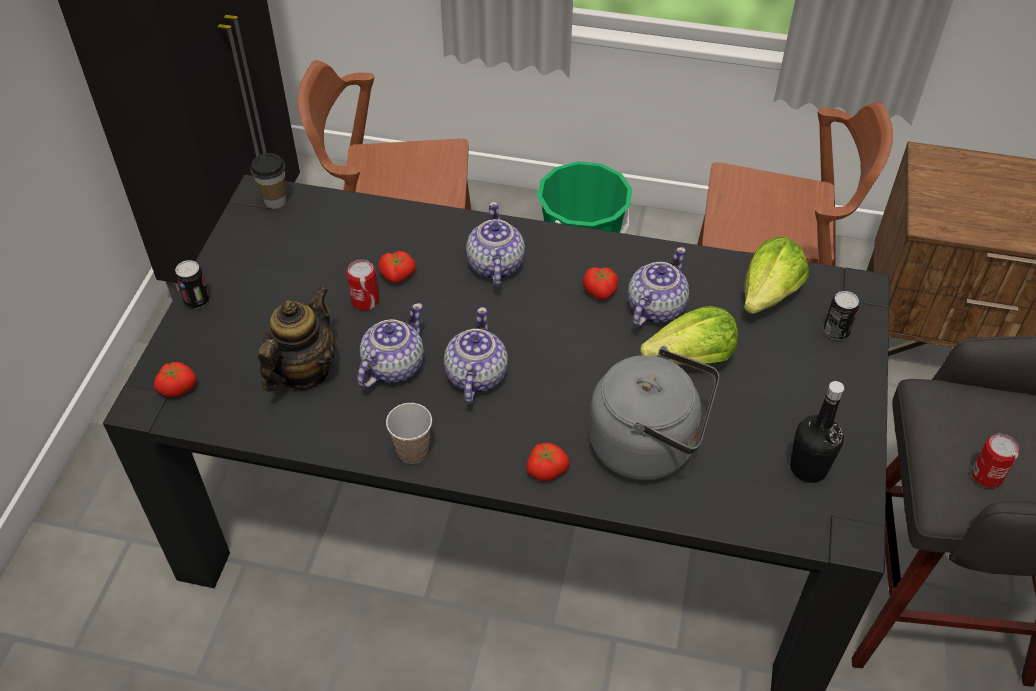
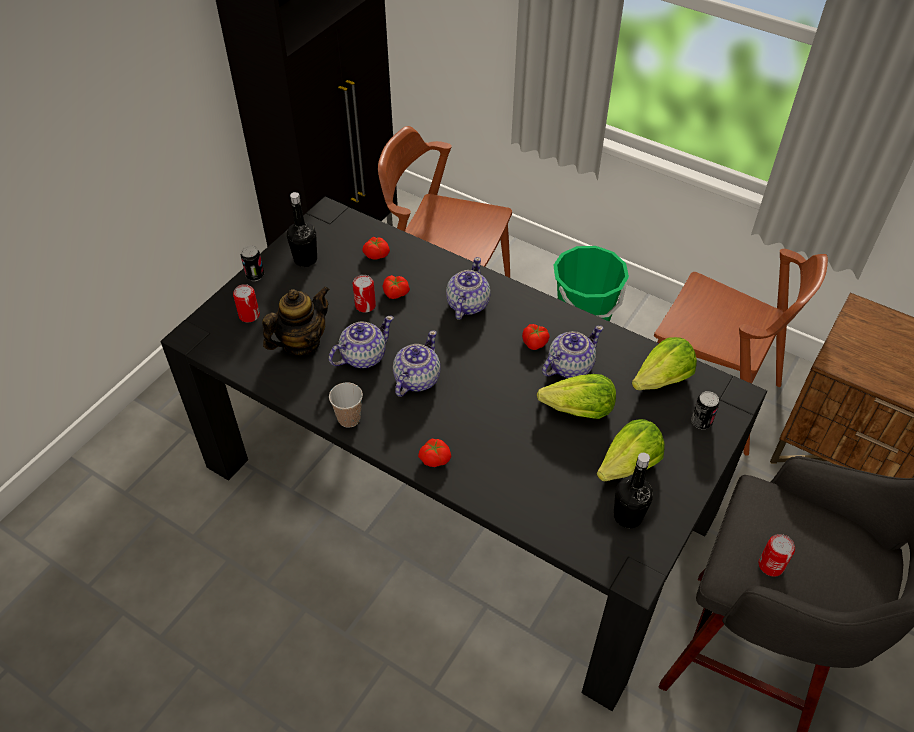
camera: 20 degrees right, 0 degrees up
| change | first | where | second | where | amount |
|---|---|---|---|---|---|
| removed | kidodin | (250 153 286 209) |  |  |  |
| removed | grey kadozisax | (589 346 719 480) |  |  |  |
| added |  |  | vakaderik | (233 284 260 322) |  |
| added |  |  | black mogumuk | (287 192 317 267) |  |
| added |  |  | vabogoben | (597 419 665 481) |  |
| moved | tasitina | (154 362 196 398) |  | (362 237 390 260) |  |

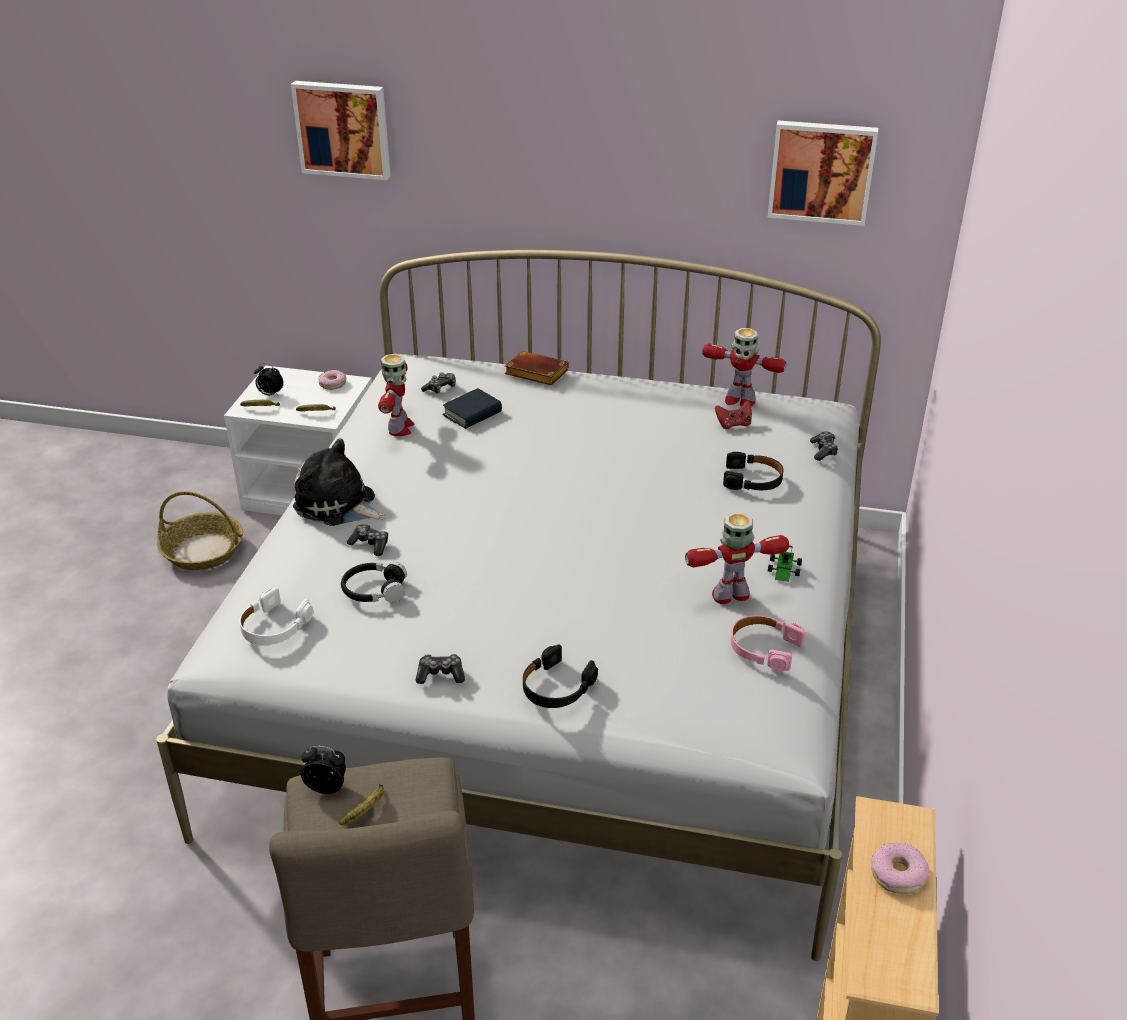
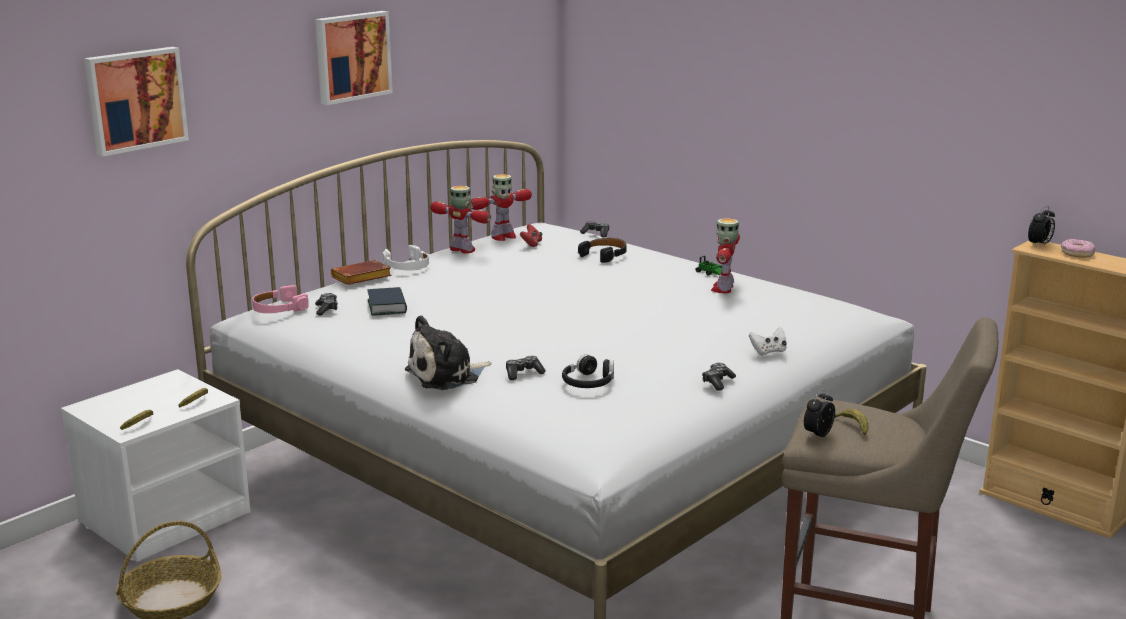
camera: 60 degrees left, 15 degrees down
| change | first | where | second | where | amount |
|---|---|---|---|---|---|
| removed | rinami | (318 370 346 390) |  |  |  |
| moved | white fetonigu | (239 587 313 645) |  | (382 245 429 271) |  |
| moved | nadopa | (254 363 284 397) |  | (1028 206 1055 247) |  |
| moved | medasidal | (378 354 414 436) |  | (430 186 491 254) |  |
| moved | pink fetonigu | (731 615 805 671) |  | (252 285 309 313) |  |
| moved | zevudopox | (767 120 878 226) |  | (315 11 393 105) |  |
| replaced | black fetonigu | (523 644 598 708) | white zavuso | (749 327 787 355) |  |

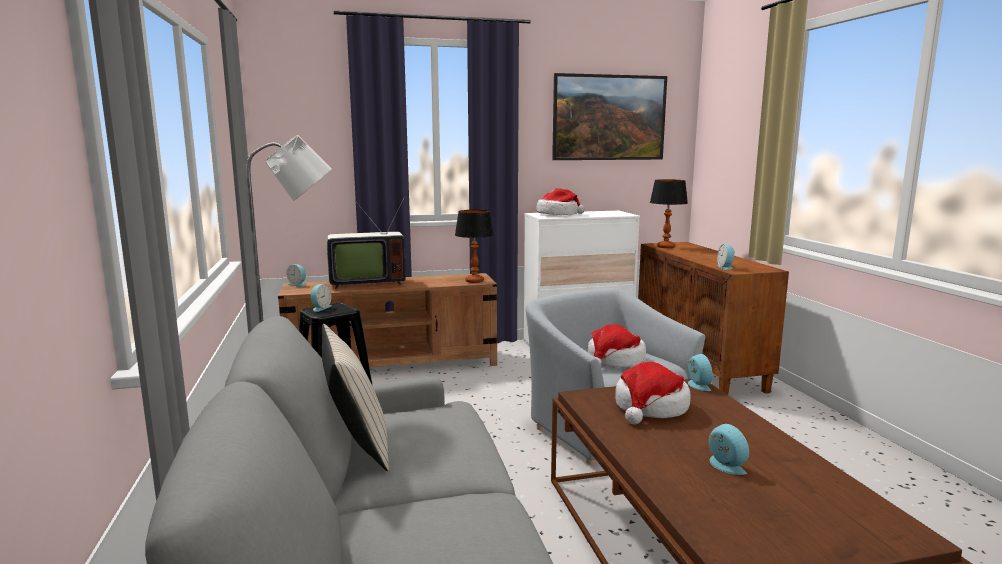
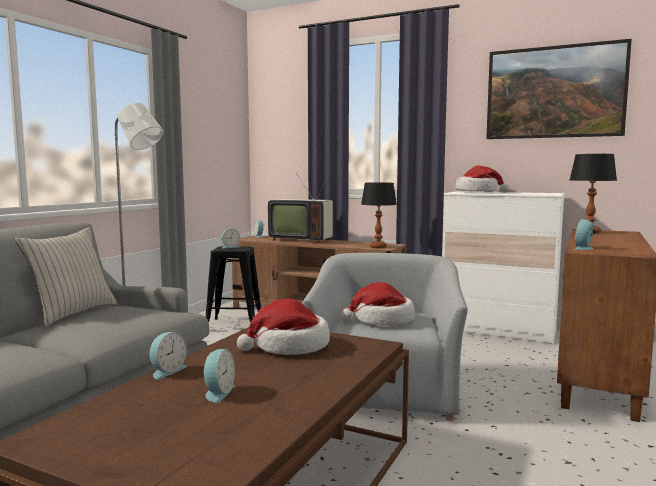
camera: 40 degrees right, 5 degrees down
| change | first | where | second | where | amount |
|---|---|---|---|---|---|
| moved | nadopa | (687 354 713 391) |  | (150 332 187 379) |  |

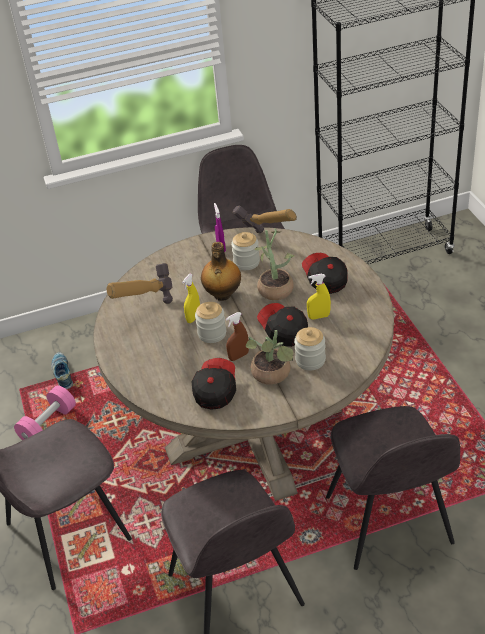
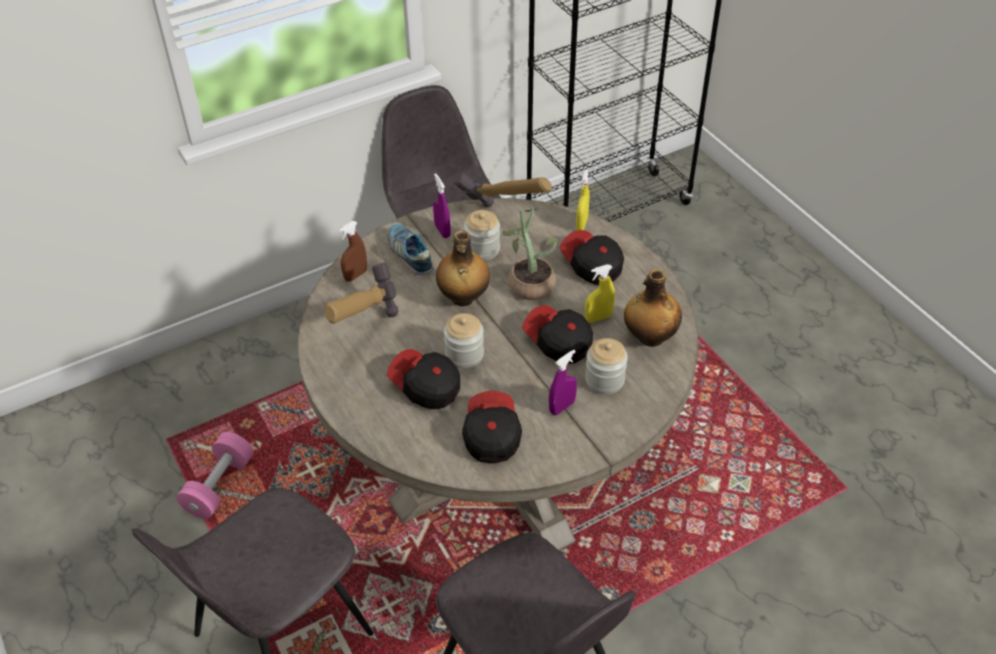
camera: 15 degrees left, 5 degrees up
| change | first | where | second | where | amount |
|---|---|---|---|---|---|
| removed | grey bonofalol | (326 406 460 570) |  |  |  |
| added |  |  | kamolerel | (387 349 460 409) |  |
| added |  |  | mogumuk | (624 269 682 347) |  |
| moved | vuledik | (51 352 73 389) |  | (387 223 433 275) |  |
| moved | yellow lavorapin | (182 274 200 323) |  | (576 170 589 230) |  |
| moved | brown lavorapin | (226 312 249 361) |  | (339 221 367 282) |  |
| replaced | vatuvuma | (246 330 294 385) | purple lavorapin | (549 350 577 415) |  |

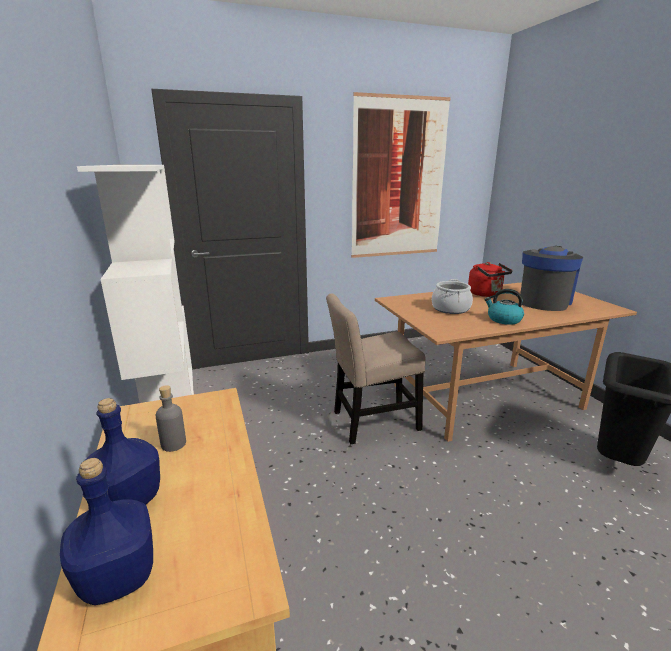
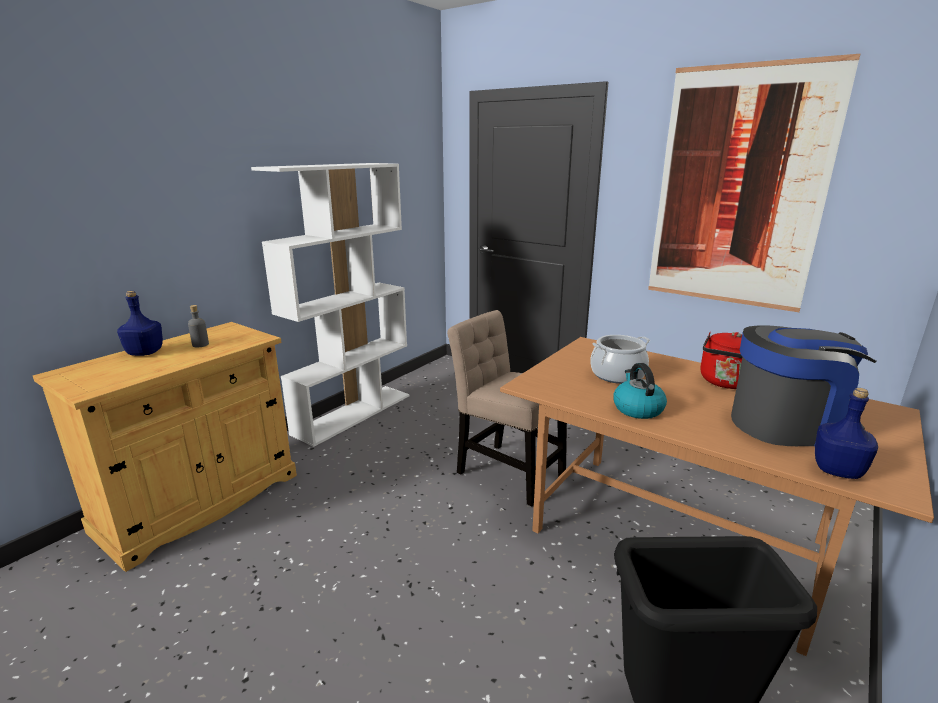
camera: 55 degrees right, 0 degrees up
| change | first | where | second | where | amount |
|---|---|---|---|---|---|
| moved | blue mogumuk | (60 458 153 605) |  | (815 388 878 479) |  |

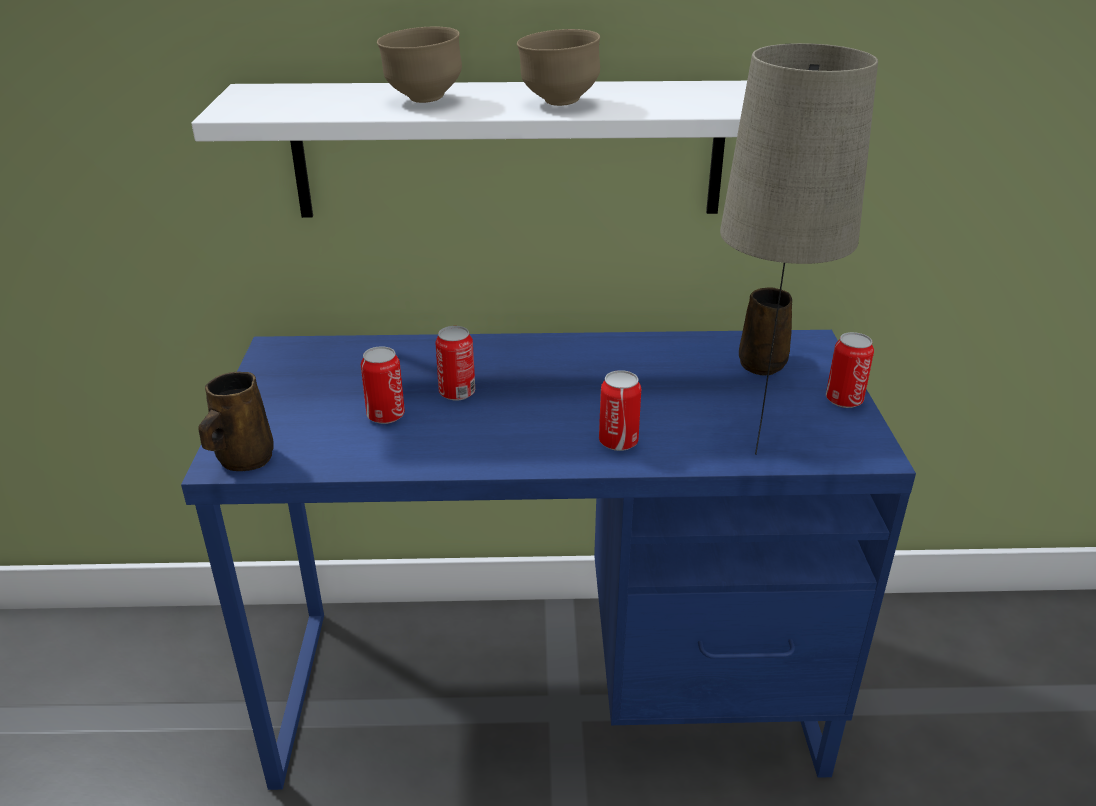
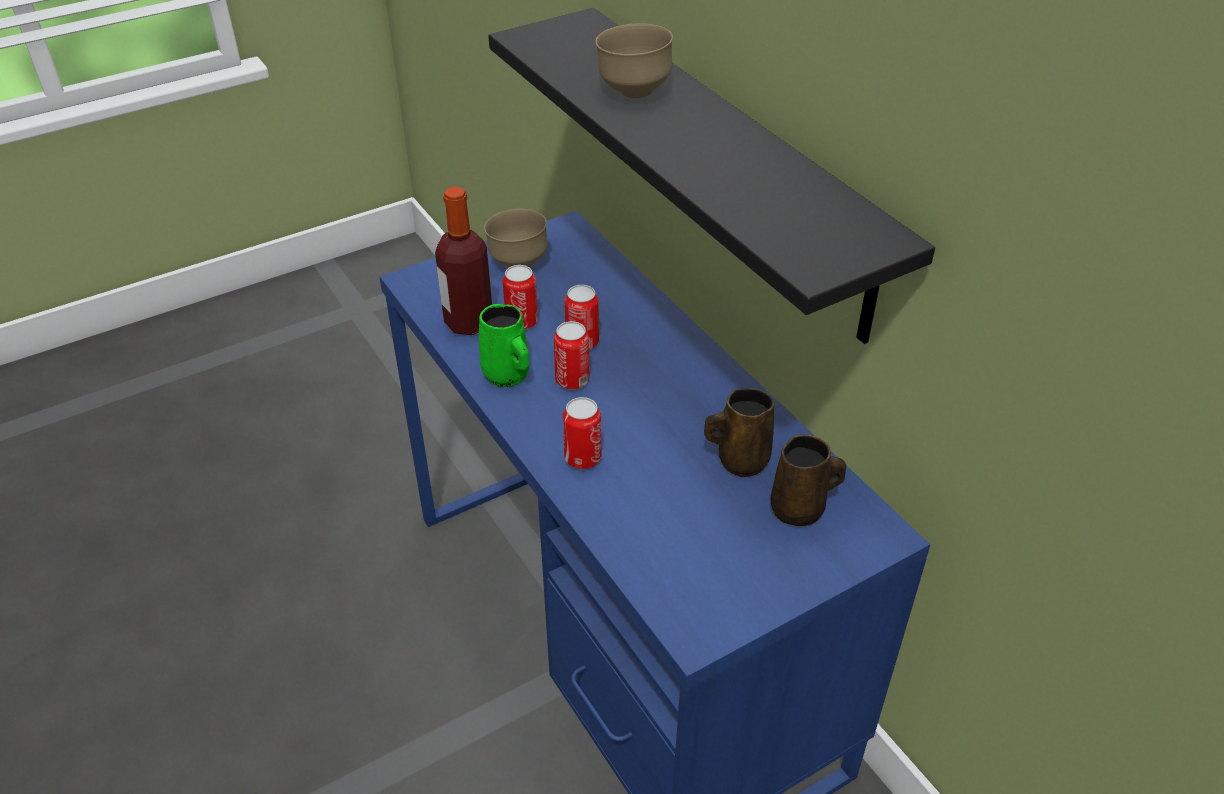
camera: 60 degrees right, 10 degrees up
| change | first | where | second | where | amount |
|---|---|---|---|---|---|
| removed | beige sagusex | (720 43 878 455) |  |  |  |
| added |  |  | mogumuk | (435 186 492 335) |  |
| added |  |  | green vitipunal | (479 304 530 387) |  |
| moved | brown vitipunal | (199 372 274 471) |  | (704 388 775 477) |  |
| moved | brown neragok | (517 29 600 106) |  | (484 209 548 267) |  |
| moved | vakaderik | (826 332 874 408) |  | (554 321 590 389) |  |
| recoloured | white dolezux | (192 81 747 218) | black dolezux | (488 8 935 344) |  |

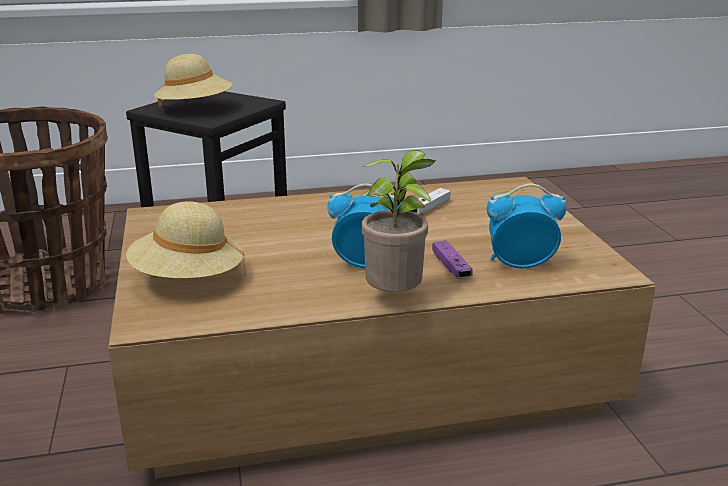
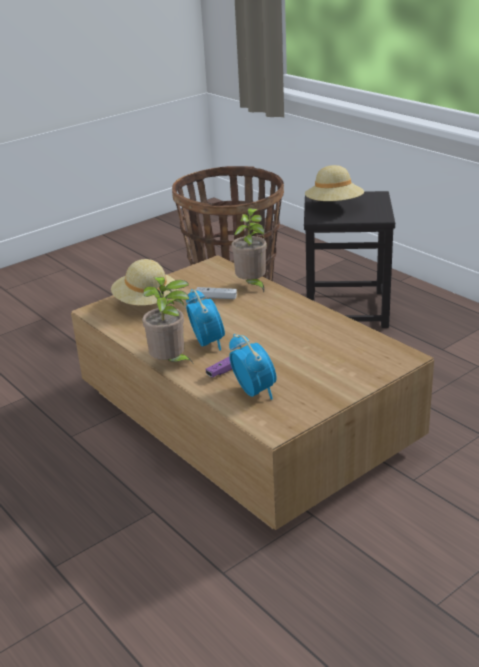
camera: 65 degrees right, 5 degrees up
| change | first | where | second | where | amount |
|---|---|---|---|---|---|
| added |  |  | vatuvuma | (231 208 267 292) |  |
| moved | white zavuso | (409 188 451 214) |  | (196 287 237 299) |  |

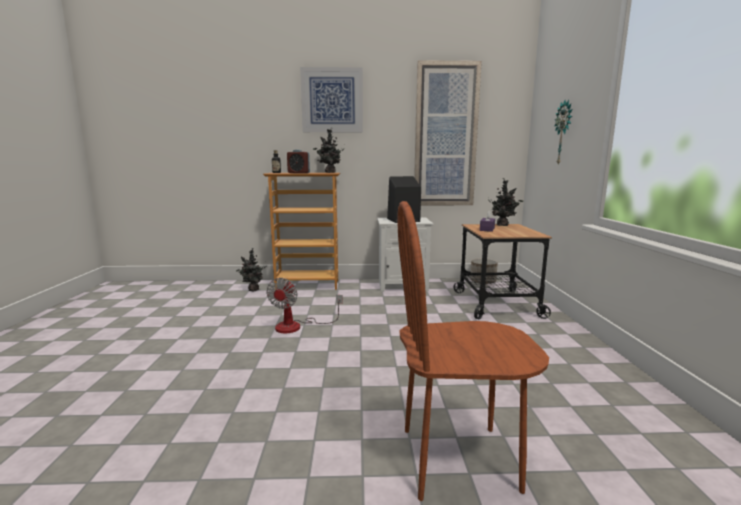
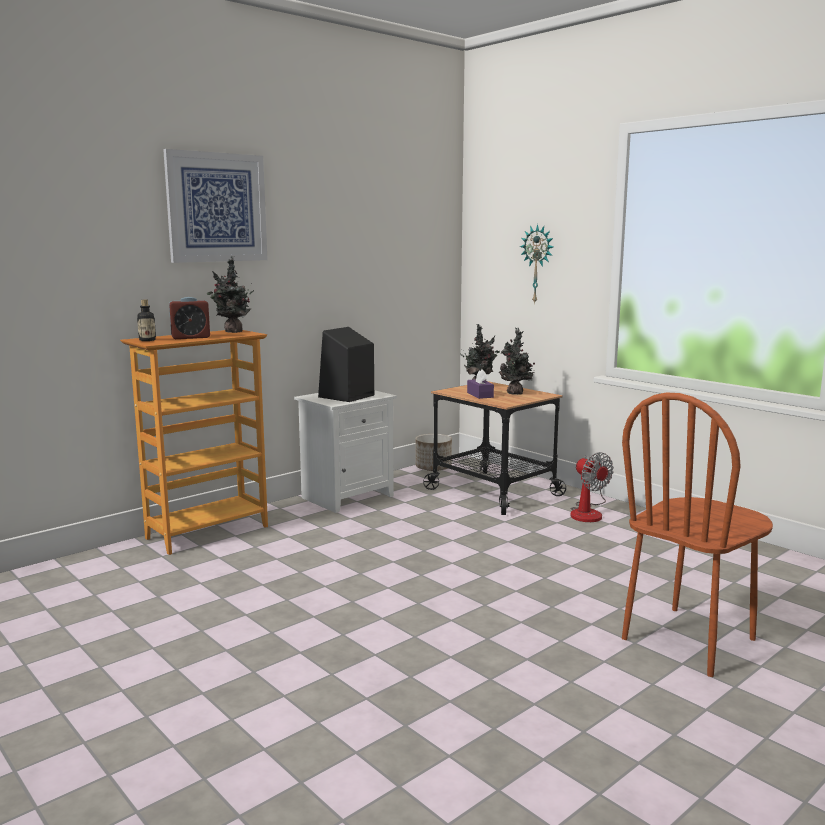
camera: 40 degrees left, 0 degrees up
| change | first | where | second | where | amount |
|---|---|---|---|---|---|
| removed | zevudopox | (414 60 482 205) |  |  |  |
| moved | vatuvuma | (236 248 265 291) |  | (499 328 535 395) |  |
| moved | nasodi | (266 278 343 333) |  | (570 452 614 522) |  |

